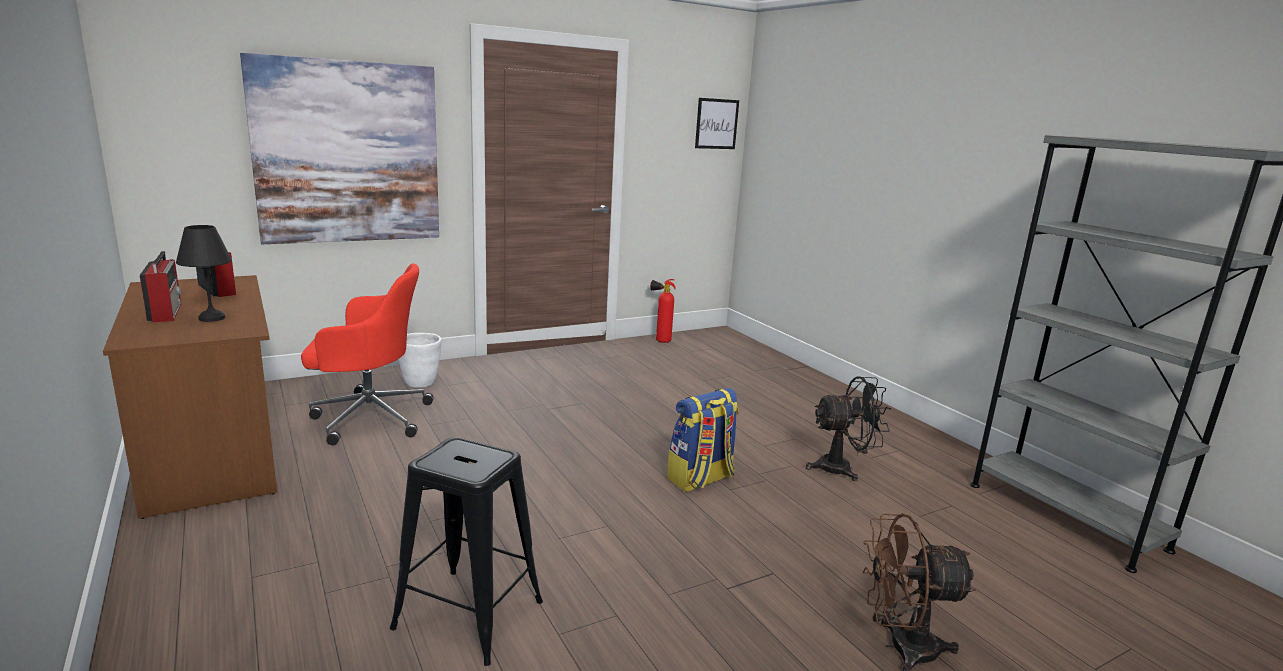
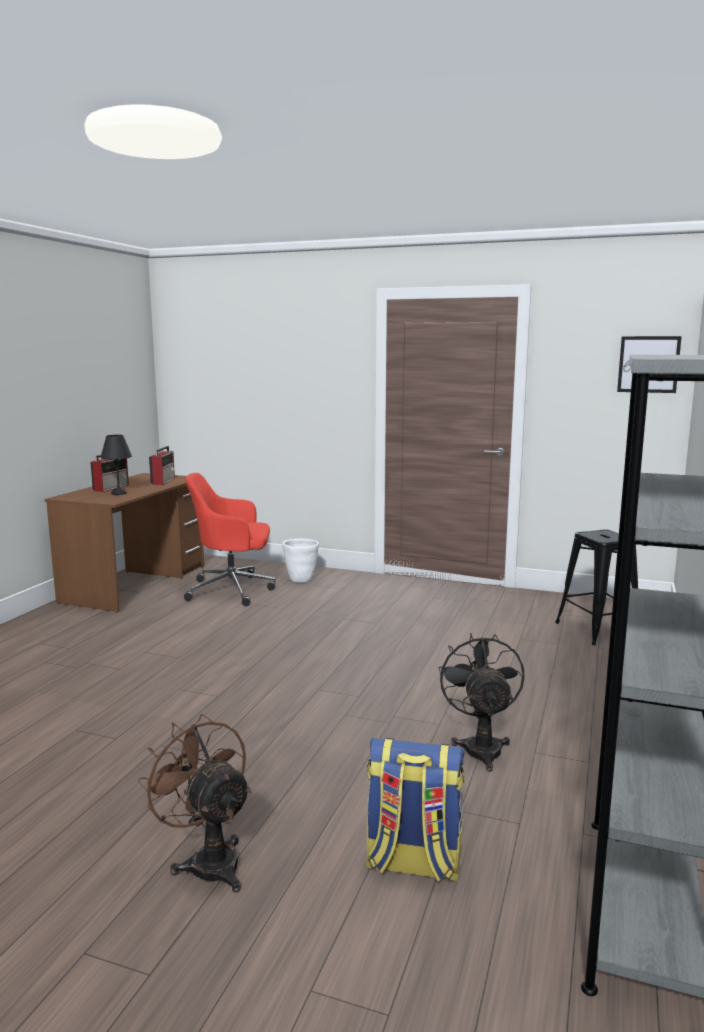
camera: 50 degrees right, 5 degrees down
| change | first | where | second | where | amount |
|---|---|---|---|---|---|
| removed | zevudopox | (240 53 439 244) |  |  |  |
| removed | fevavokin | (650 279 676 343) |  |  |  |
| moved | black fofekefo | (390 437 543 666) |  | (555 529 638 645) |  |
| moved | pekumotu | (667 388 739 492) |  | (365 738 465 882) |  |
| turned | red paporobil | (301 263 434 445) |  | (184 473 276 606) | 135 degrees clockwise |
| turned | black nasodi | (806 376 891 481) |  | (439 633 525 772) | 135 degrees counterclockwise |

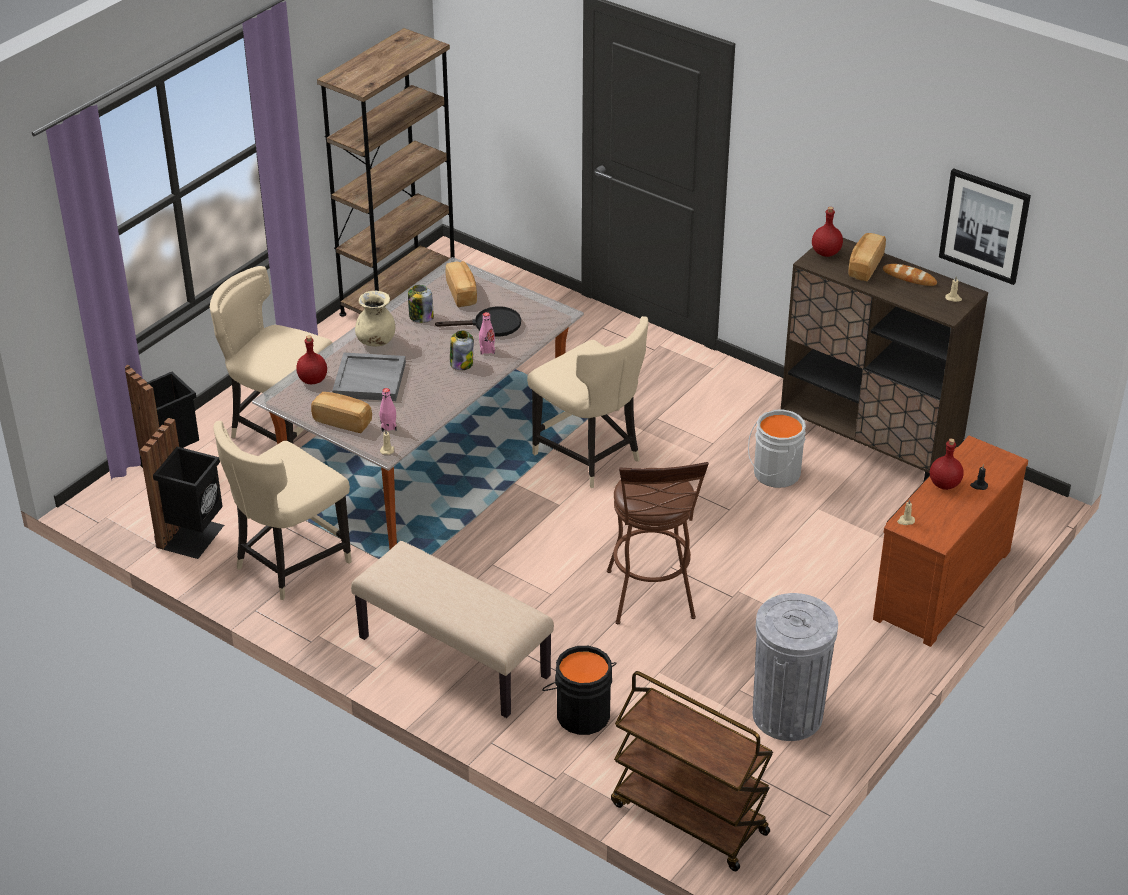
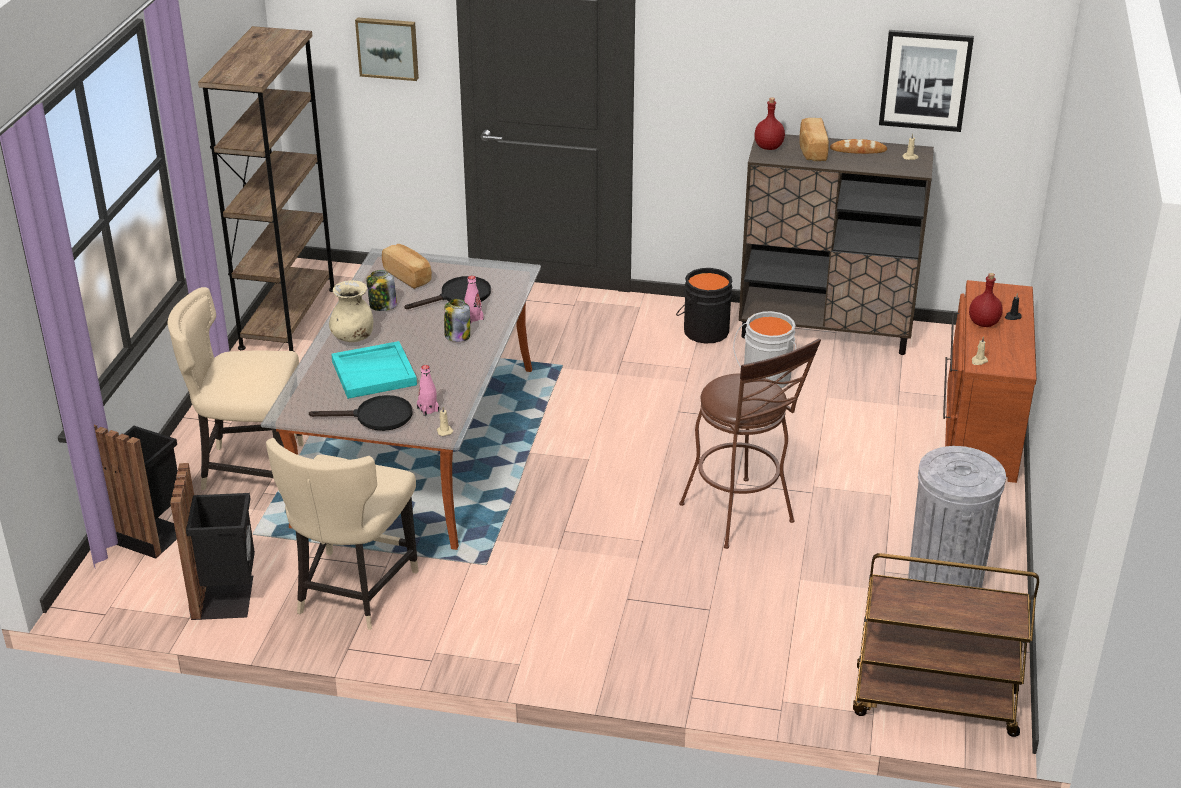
camera: 25 degrees left, 5 degrees down
| change | first | where | second | where | amount |
|---|---|---|---|---|---|
| removed | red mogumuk | (296 335 327 384) |  |  |  |
| removed | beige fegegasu | (351 541 554 718) |  |  |  |
| removed | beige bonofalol | (527 316 648 488) |  |  |  |
| added |  |  | zevudopox | (355 17 419 81) |  |
| moved | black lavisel | (542 646 617 735) |  | (676 268 733 343) |  |
| replaced | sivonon | (311 392 372 433) | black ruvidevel | (309 395 413 431) |  |
| recoloured | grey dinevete | (332 353 406 401) | turquoise dinevete | (331 341 417 399) |  |

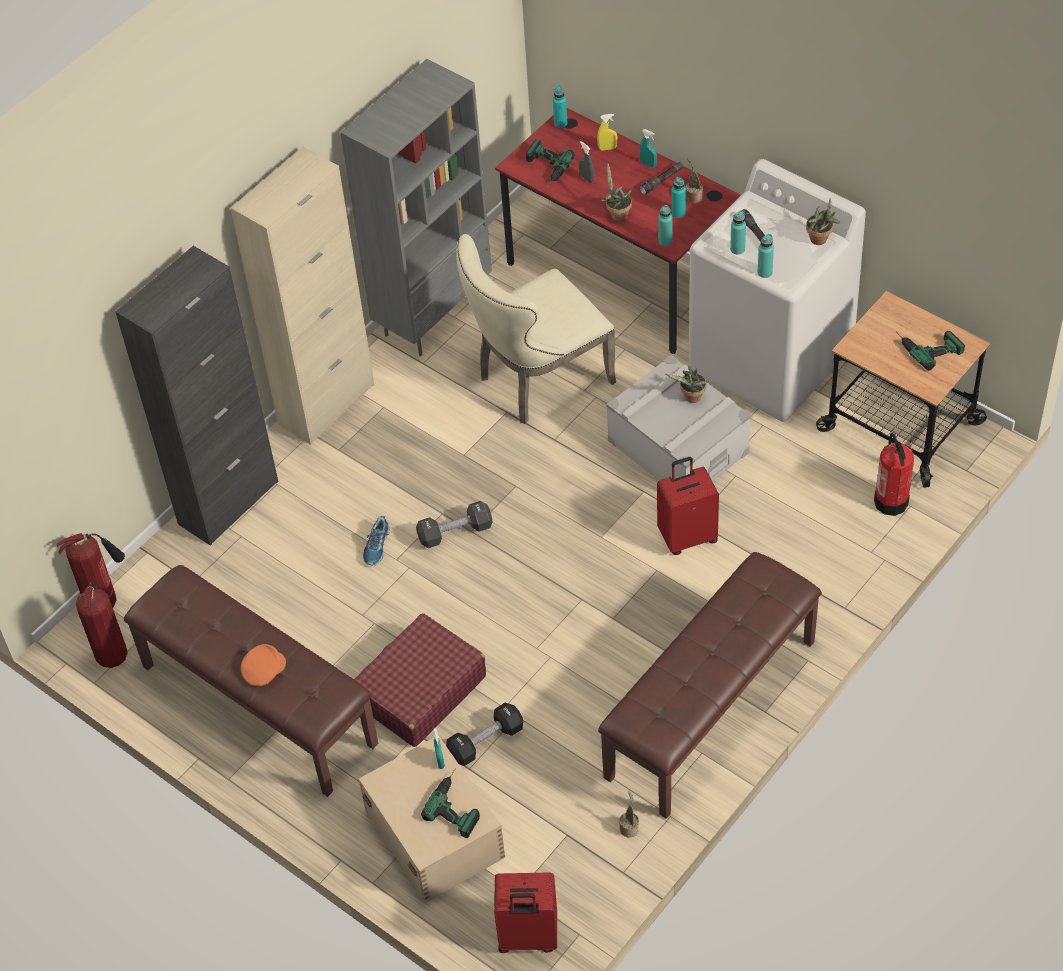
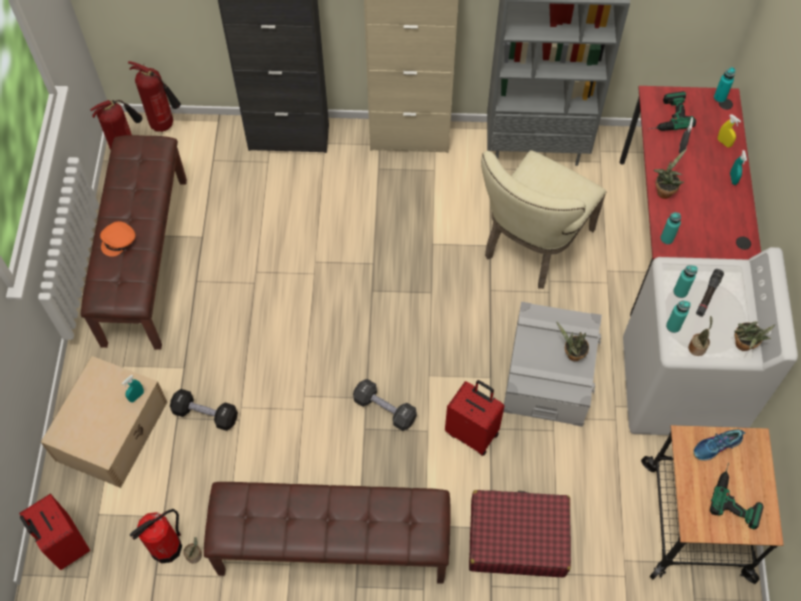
camera: 50 degrees right, 10 degrees up
| change | first | where | second | where | amount |
|---|---|---|---|---|---|
| removed | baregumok | (421 768 480 838) |  |  |  |
| removed | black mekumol | (639 162 684 195) |  |  |  |
| removed | turquoise mogumuk | (672 177 686 218) |  |  |  |
| moved | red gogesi | (354 613 486 747) |  | (469 490 571 577) |  |
| moved | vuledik | (363 516 390 565) |  | (694 429 745 461) |  |
| moved | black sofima | (416 501 493 548) |  | (353 379 417 431) |  |
| moved | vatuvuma | (685 158 703 204) |  | (688 316 713 356) |  |
| moved | fevavokin | (874 433 914 516) |  | (130 509 182 563) |  |
| turned | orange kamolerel | (241 644 286 686) |  | (100 221 135 257) | 120 degrees clockwise |
| turned | beige bonofalol | (456 234 616 424) |  | (481 150 607 289) | 75 degrees counterclockwise |

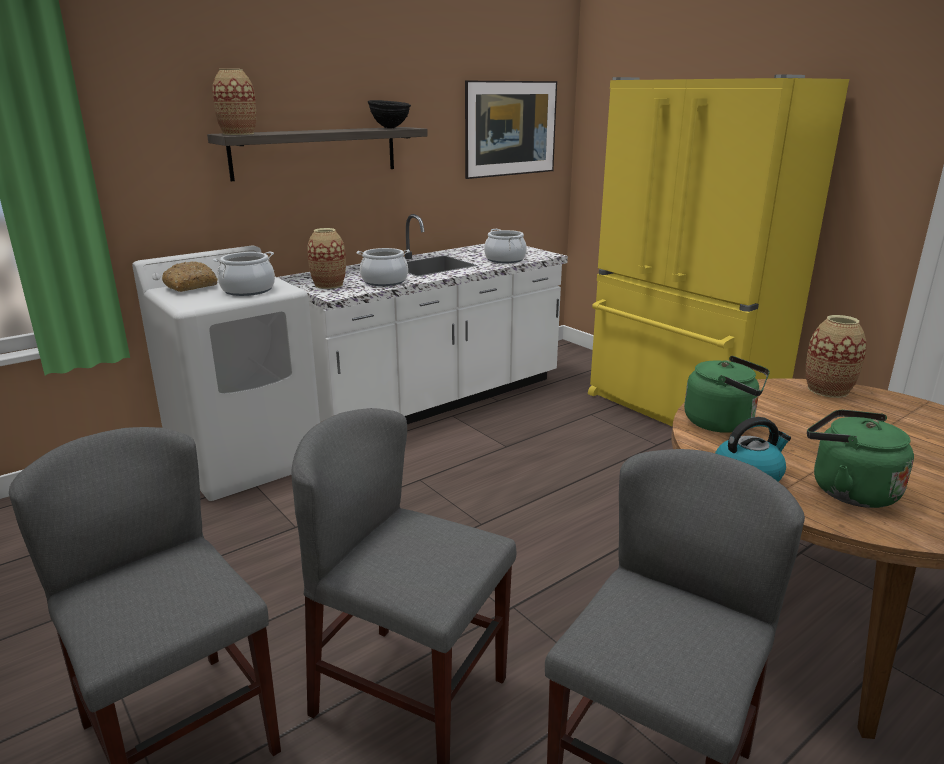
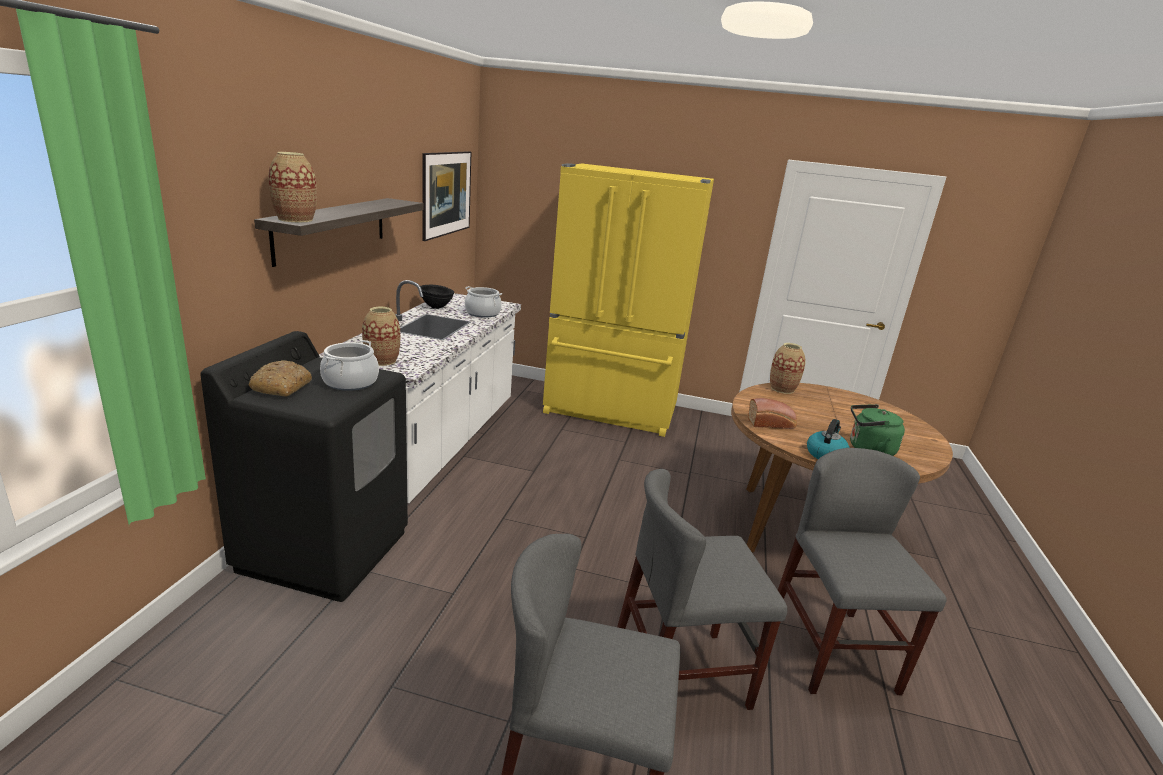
camera: 40 degrees left, 0 degrees up
| change | first | where | second | where | amount |
|---|---|---|---|---|---|
| removed | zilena | (356 248 410 286) |  |  |  |
| moved | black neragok | (368 100 411 128) |  | (420 285 454 309) |  |
| replaced | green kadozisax | (684 356 770 433) | sivonon | (748 398 797 429) |  |
| recoloured | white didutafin | (132 246 320 501) | black didutafin | (200 331 408 602) |  |

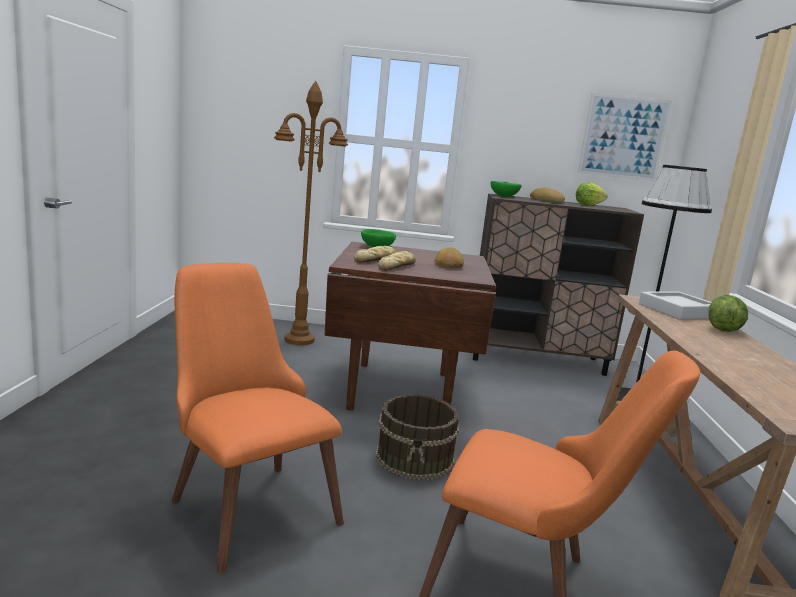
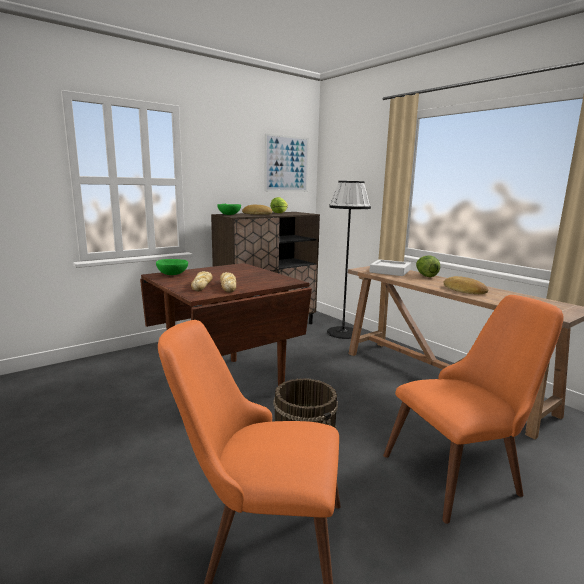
camera: 40 degrees left, 0 degrees up
| change | first | where | second | where | amount |
|---|---|---|---|---|---|
| removed | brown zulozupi | (274 81 348 345) |  |  |  |
| moved | sivonon | (435 247 464 268) |  | (444 276 488 294) |  |

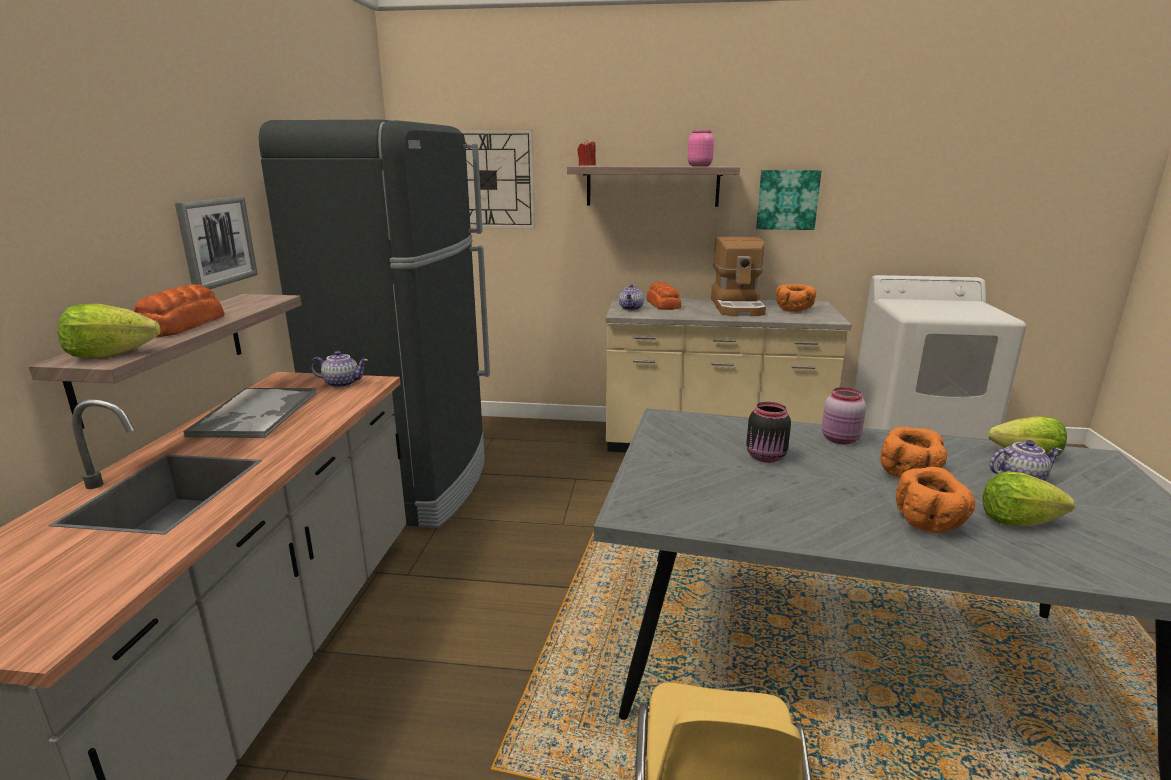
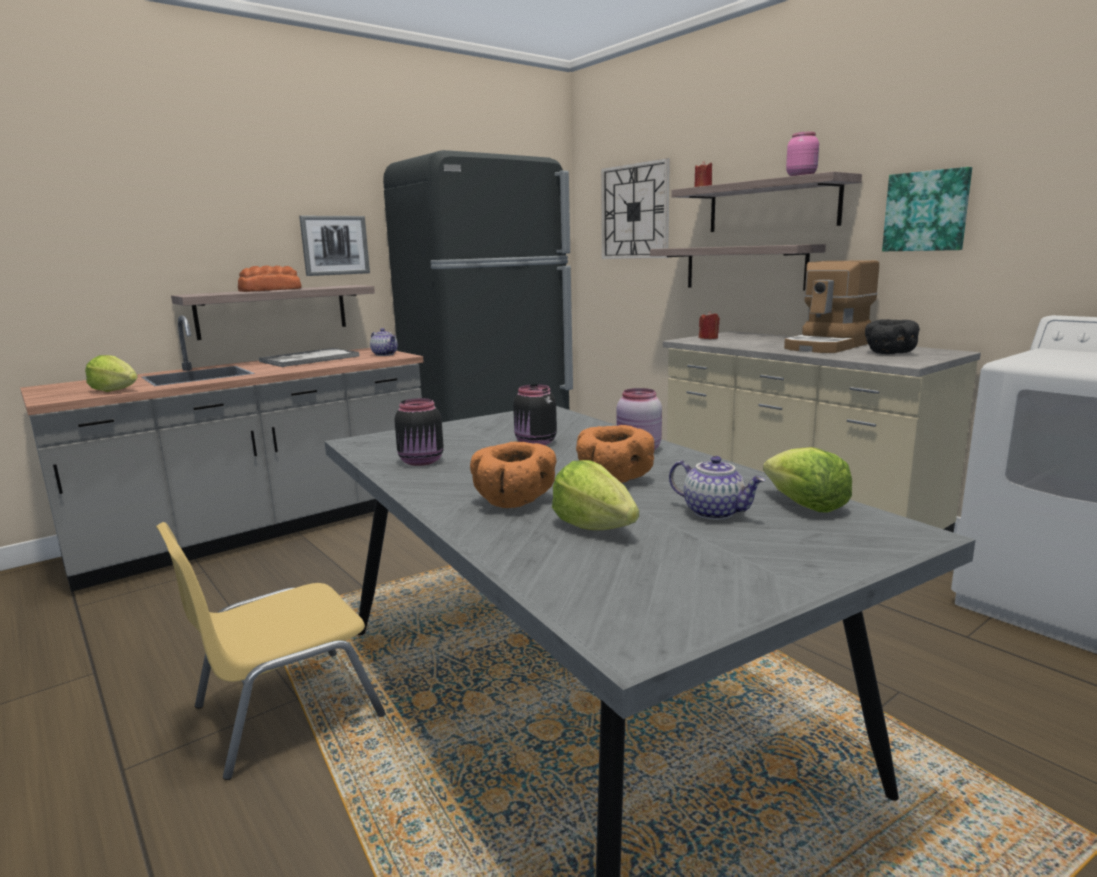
camera: 45 degrees right, 5 degrees down
| change | first | where | second | where | amount |
|---|---|---|---|---|---|
| removed | sivonon | (646 282 682 310) |  |  |  |
| added |  |  | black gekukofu | (394 398 444 466) |  |
| added |  |  | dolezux | (650 244 826 291) |  |
| moved | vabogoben | (58 304 161 358) |  | (85 355 138 392) |  |
| replaced | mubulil | (619 284 644 311) | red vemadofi | (699 311 720 339) |  |
| recoloured | orange neragok | (776 284 816 312) | black neragok | (865 319 920 354) |  |

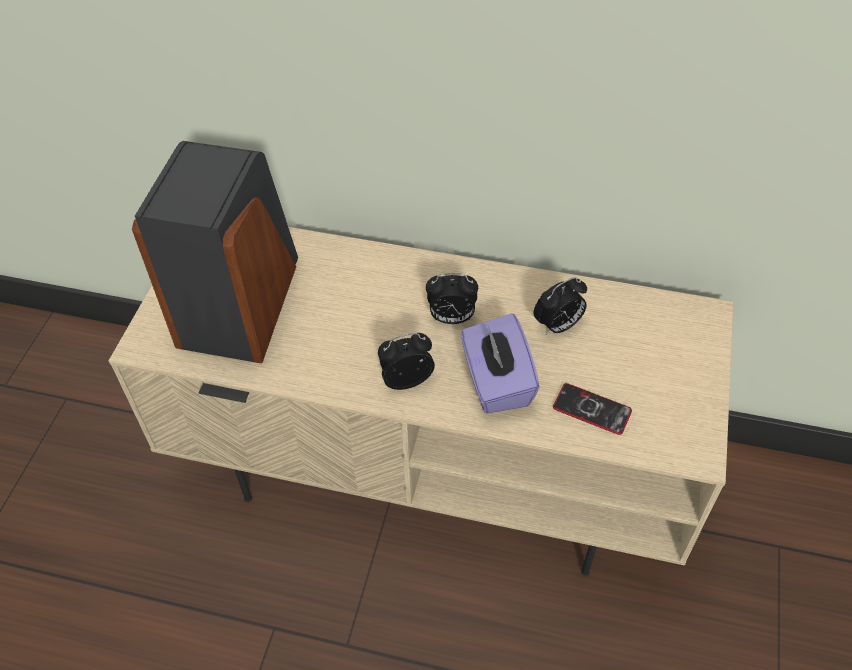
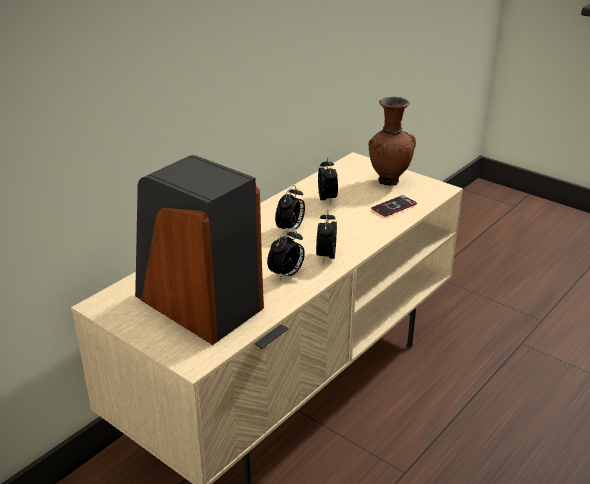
camera: 65 degrees left, 20 degrees down
| change | first | where | second | where | amount |
|---|---|---|---|---|---|
| removed | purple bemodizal | (461 313 540 414) |  |  |  |
| added |  |  | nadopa | (267 228 305 280) |  |
| added |  |  | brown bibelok | (368 97 416 186) |  |

